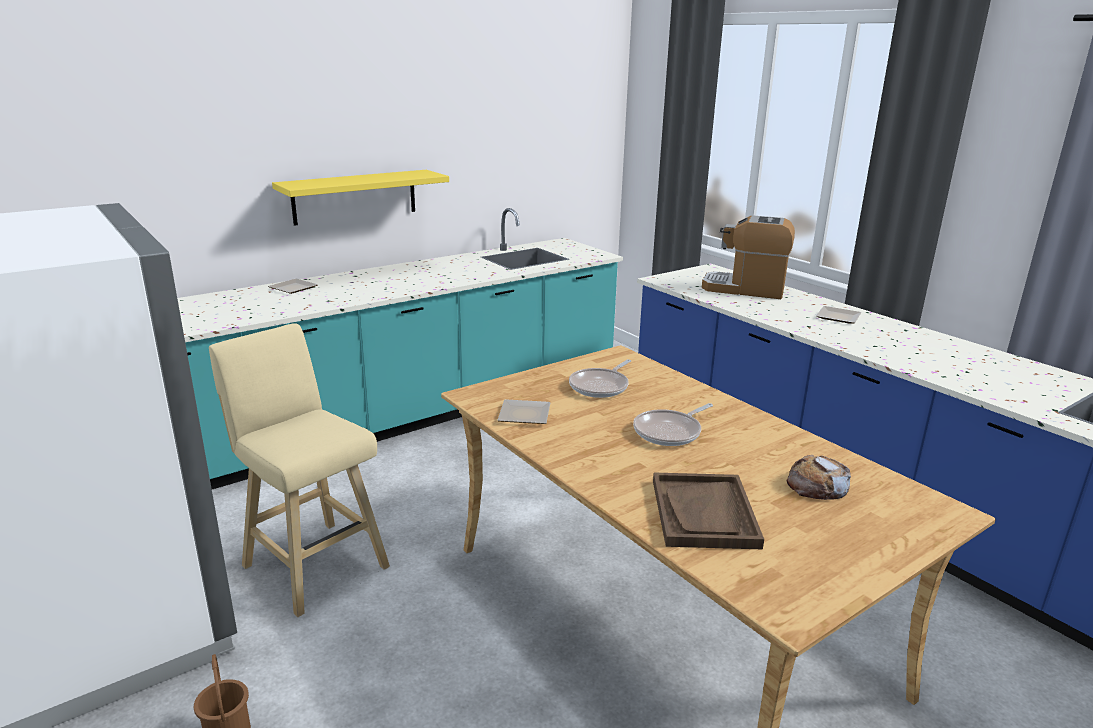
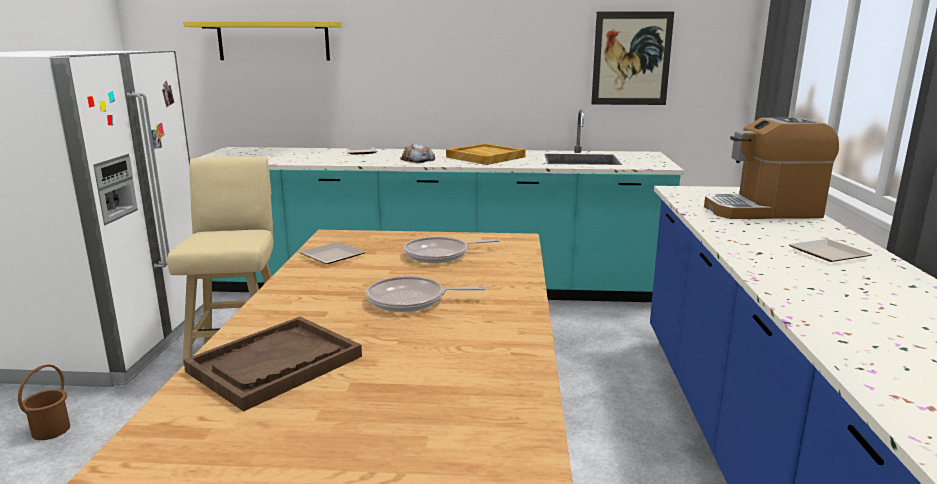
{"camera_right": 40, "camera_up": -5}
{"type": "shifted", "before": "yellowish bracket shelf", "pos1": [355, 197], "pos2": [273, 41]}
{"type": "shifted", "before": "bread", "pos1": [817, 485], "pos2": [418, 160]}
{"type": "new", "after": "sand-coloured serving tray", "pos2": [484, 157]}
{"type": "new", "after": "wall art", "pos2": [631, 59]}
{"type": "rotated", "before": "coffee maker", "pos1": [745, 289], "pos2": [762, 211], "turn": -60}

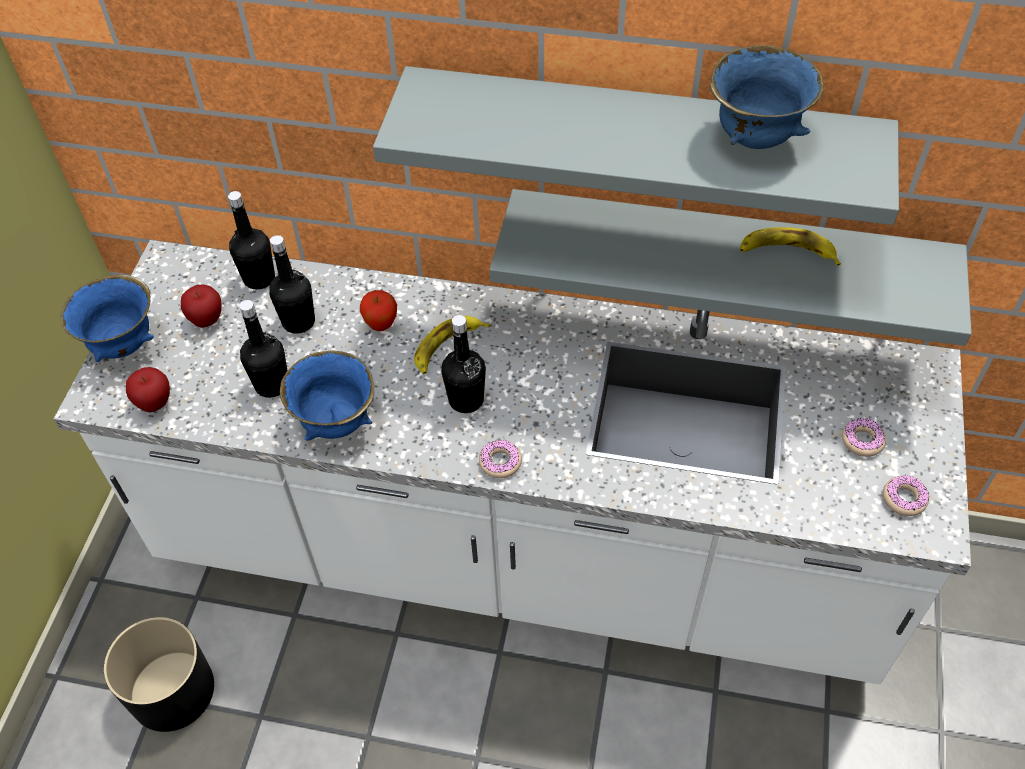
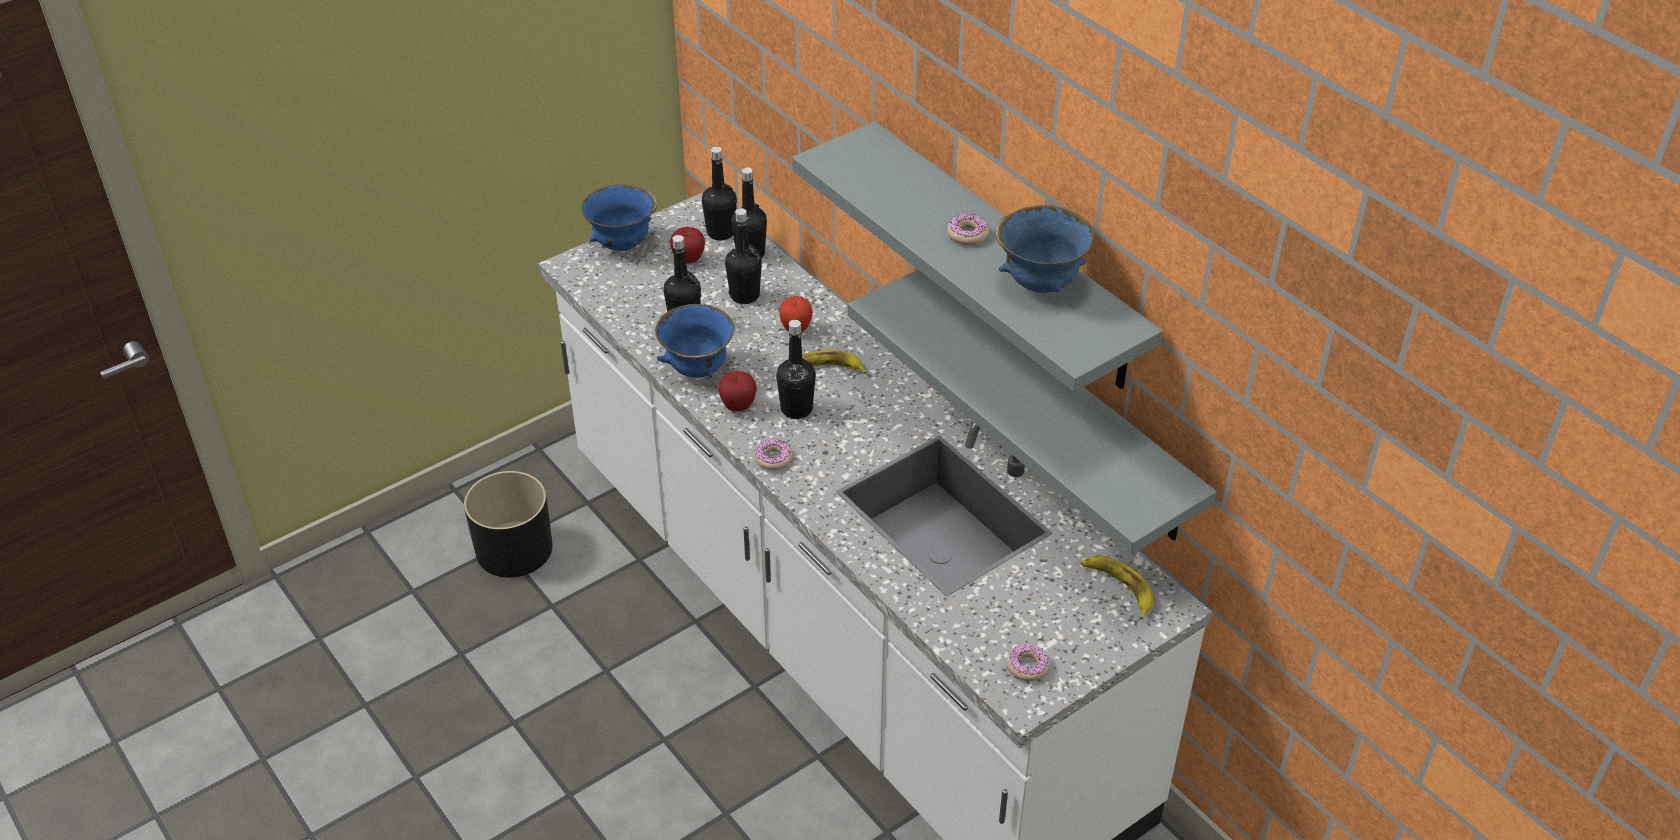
{"camera_right": 40, "camera_up": -10}
{"type": "new", "after": "black-coloured drink bottle", "pos2": [721, 232]}
{"type": "shifted", "before": "whole apple", "pos1": [155, 403], "pos2": [738, 406]}
{"type": "shifted", "before": "donut", "pos1": [862, 441], "pos2": [967, 234]}
{"type": "shifted", "before": "banana fruit", "pos1": [787, 251], "pos2": [1118, 587]}

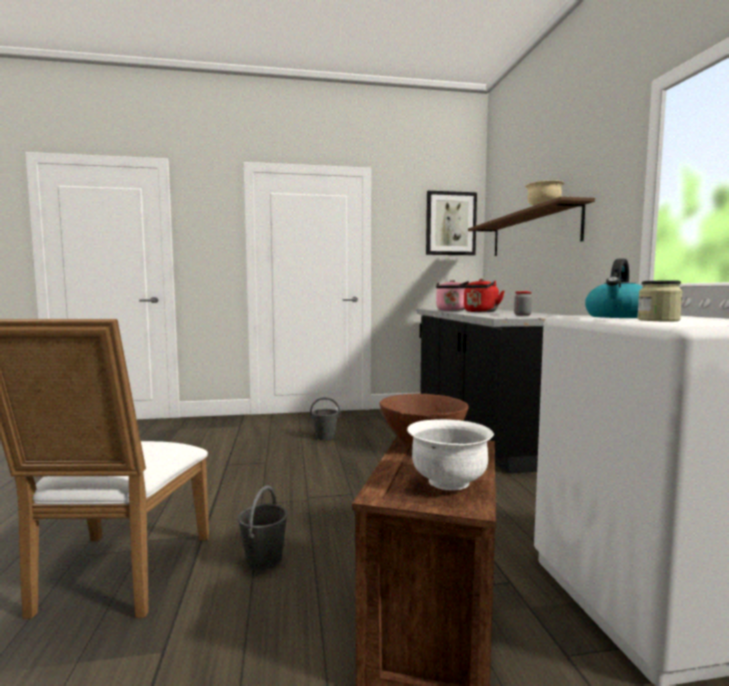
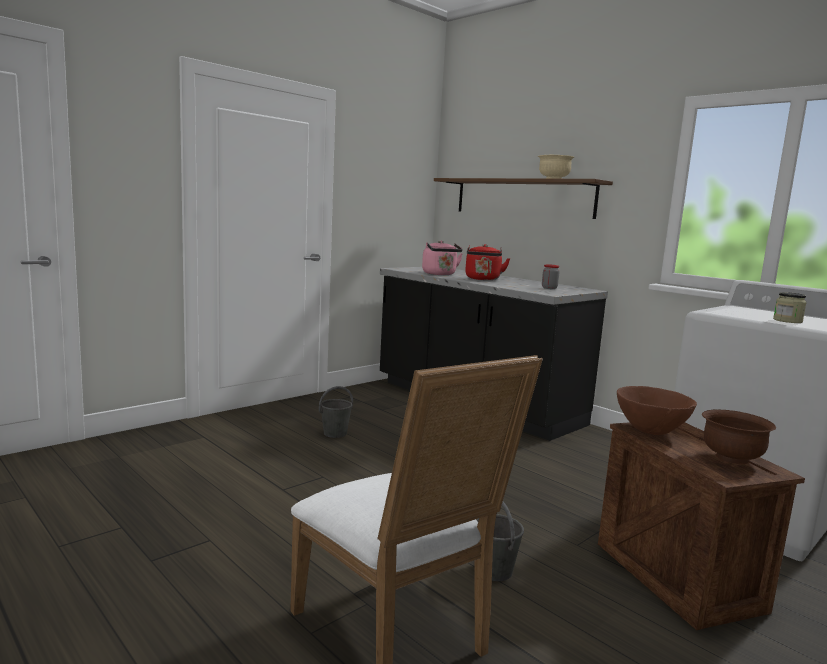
{"camera_right": -35, "camera_up": 5}
{"type": "repainted", "before": "whitish serving bowl", "after": "brownish serving bowl", "pos1": [449, 482], "pos2": [731, 458]}
{"type": "gone", "before": "wall art", "pos1": [450, 223]}
{"type": "gone", "before": "tea kettle", "pos1": [617, 317]}

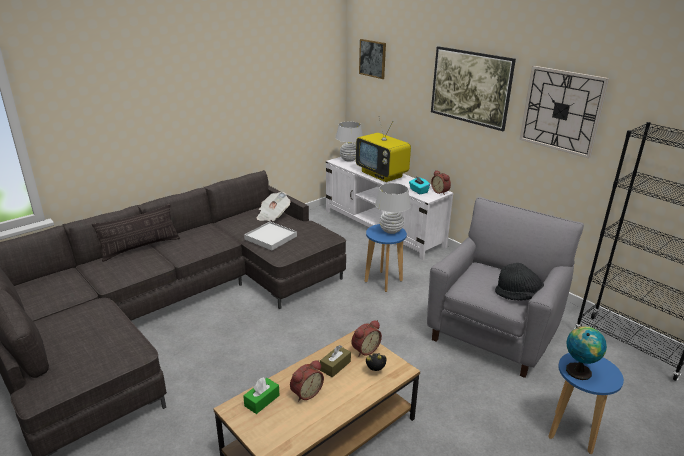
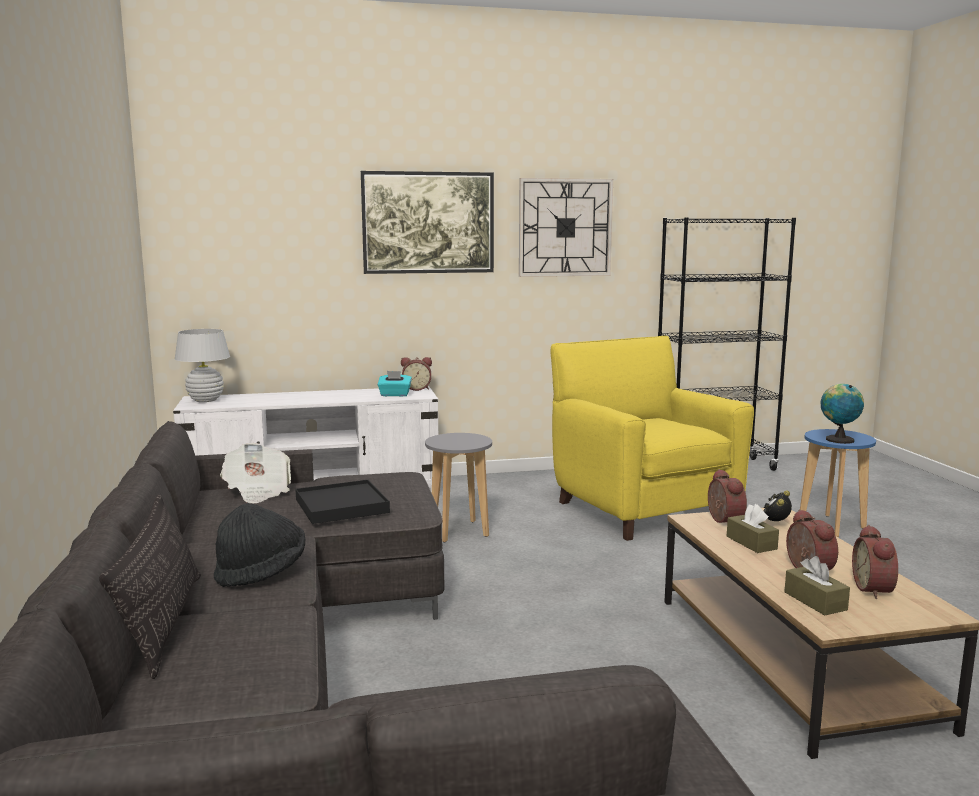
{"camera_right": -60, "camera_up": -15}
{"type": "shifted", "before": "black-coloured clothing hat", "pos1": [518, 295], "pos2": [261, 572]}
{"type": "repainted", "before": "whitish serving tray", "after": "black-coloured serving tray", "pos1": [270, 238], "pos2": [342, 506]}
{"type": "repainted", "before": "blue stool", "after": "greyish stool", "pos1": [383, 281], "pos2": [459, 531]}
{"type": "repainted", "before": "greyish armchair", "after": "yellowish armchair", "pos1": [494, 333], "pos2": [642, 509]}
{"type": "repainted", "before": "green-coloured box of tissues", "after": "brownish box of tissues", "pos1": [262, 400], "pos2": [815, 601]}
{"type": "new", "after": "bedside clock", "pos2": [875, 589]}
{"type": "gone", "before": "TV set", "pos1": [382, 174]}
{"type": "gone", "before": "wall art", "pos1": [372, 58]}
{"type": "gone", "before": "whitish tabletop lamp", "pos1": [391, 231]}

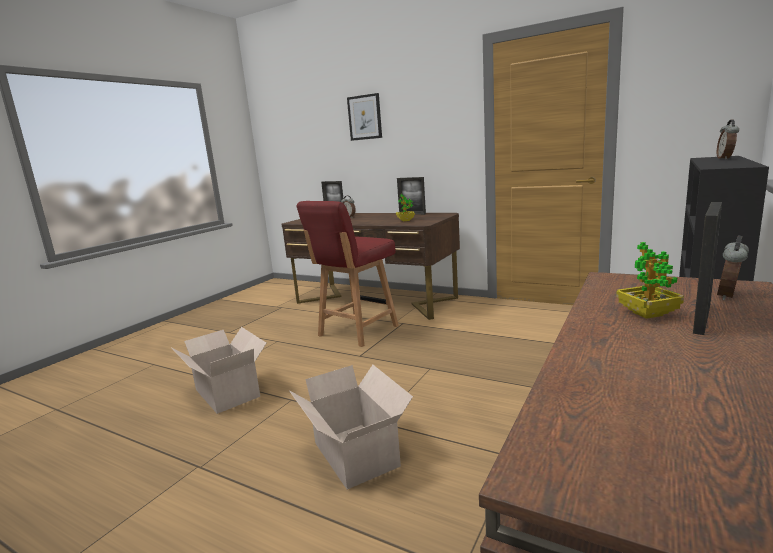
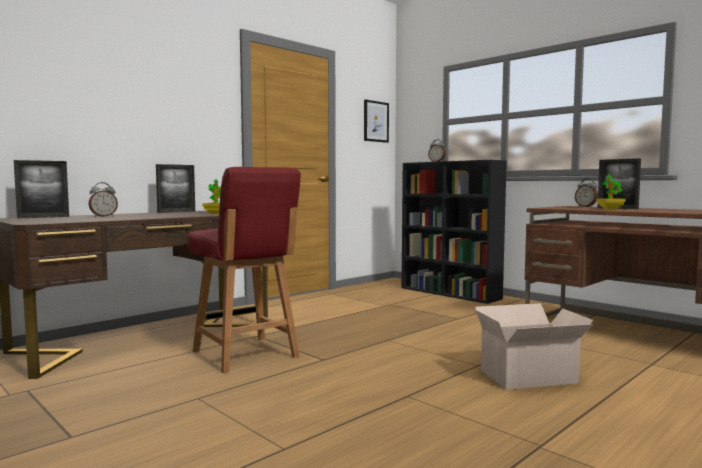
{"camera_right": -75, "camera_up": -10}
{"type": "shifted", "before": "wall art", "pos1": [365, 117], "pos2": [375, 121]}
{"type": "gone", "before": "carton", "pos1": [227, 392]}

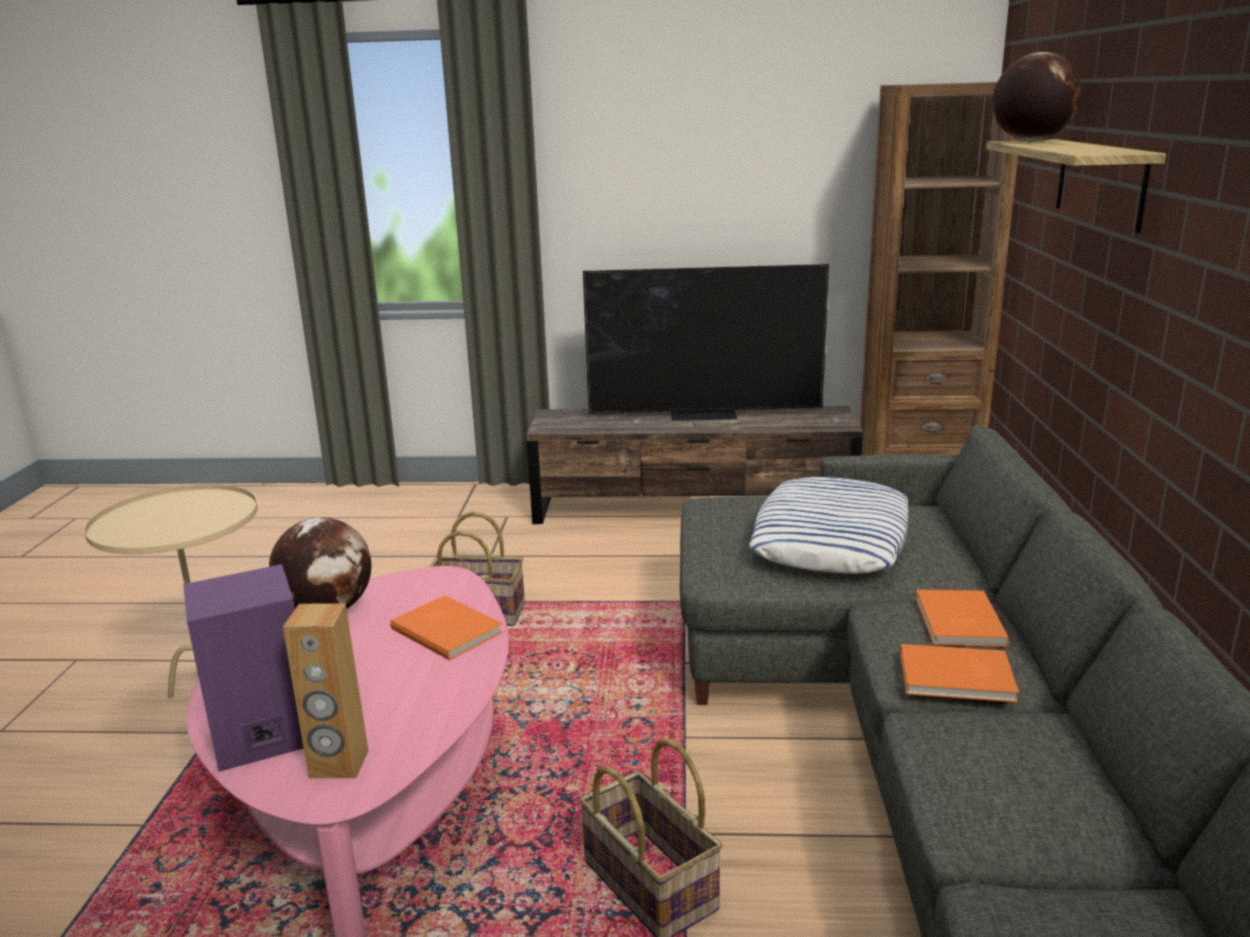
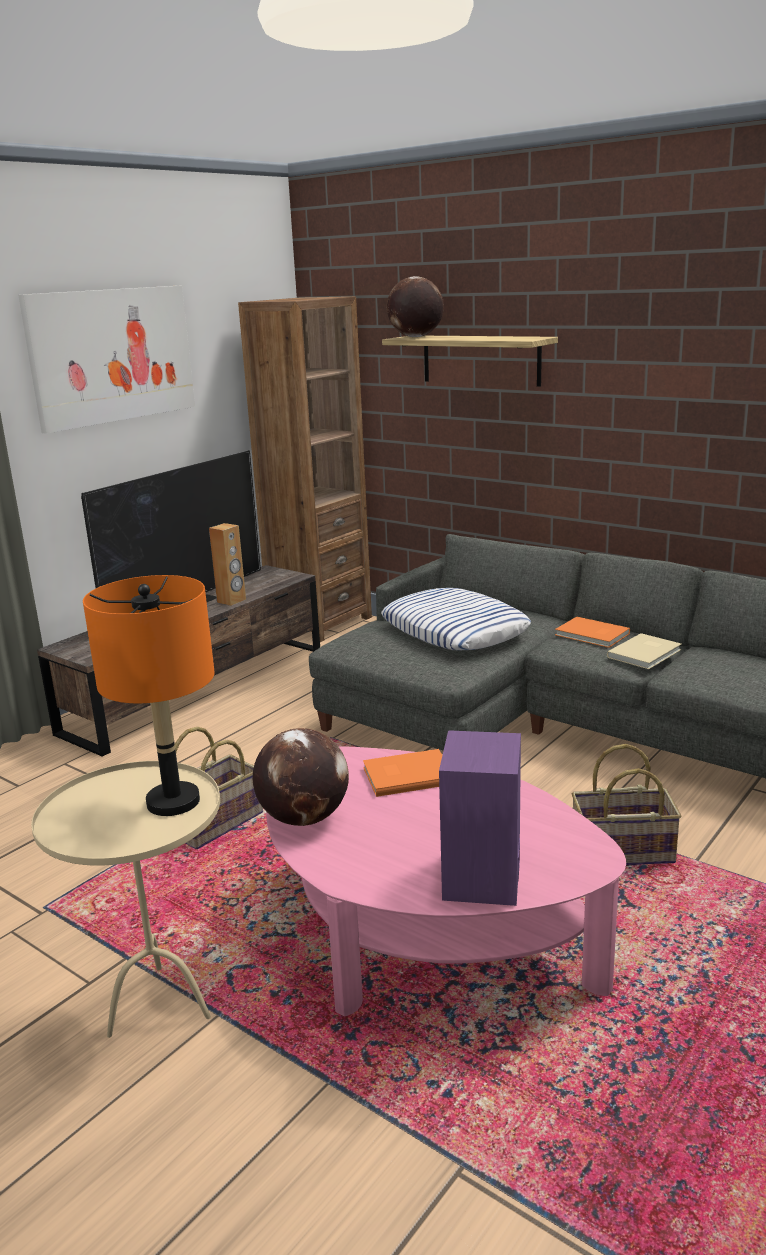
{"camera_right": -55, "camera_up": 0}
{"type": "new", "after": "wall art", "pos2": [112, 355]}
{"type": "new", "after": "orangey tabletop lamp", "pos2": [172, 802]}
{"type": "shifted", "before": "brownish speaker", "pos1": [338, 764], "pos2": [231, 601]}
{"type": "repainted", "before": "orangey volume", "after": "sand-coloured volume", "pos1": [958, 678], "pos2": [646, 653]}

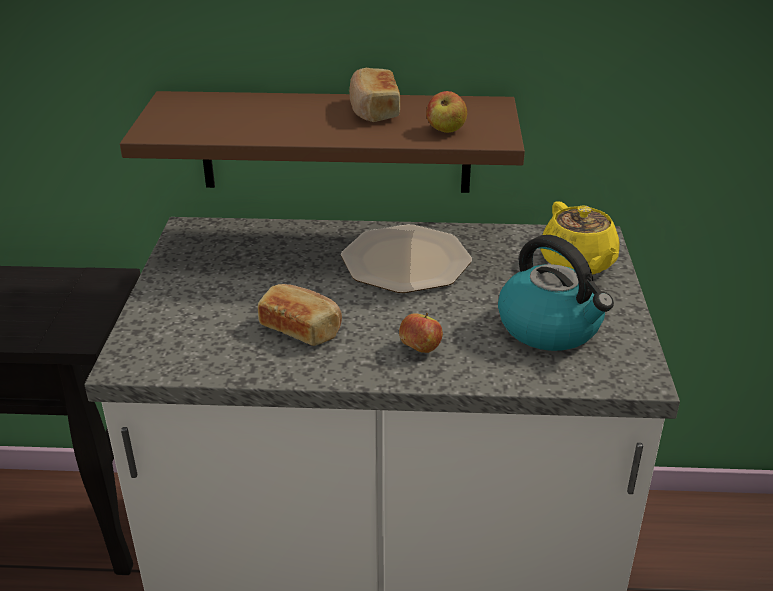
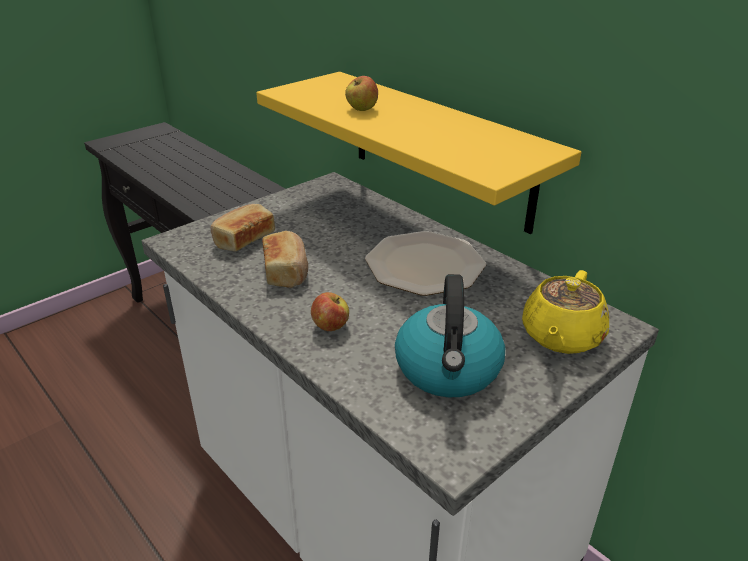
{"camera_right": 45, "camera_up": 0}
{"type": "shifted", "before": "bread", "pos1": [373, 110], "pos2": [243, 239]}
{"type": "repainted", "before": "brownish bracket shelf", "after": "yellowish bracket shelf", "pos1": [335, 142], "pos2": [439, 149]}
{"type": "shifted", "before": "whole apple", "pos1": [446, 130], "pos2": [362, 109]}

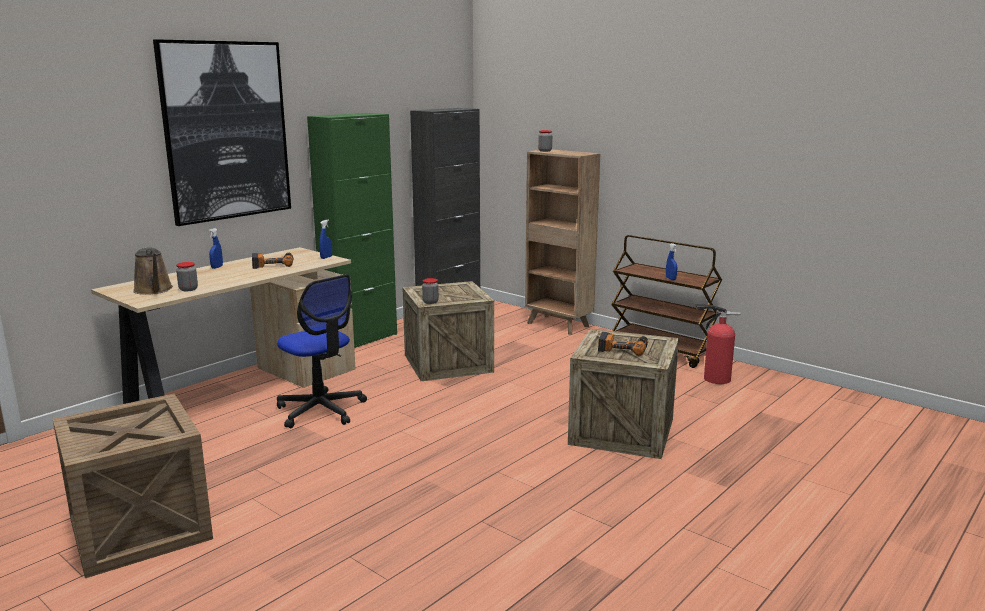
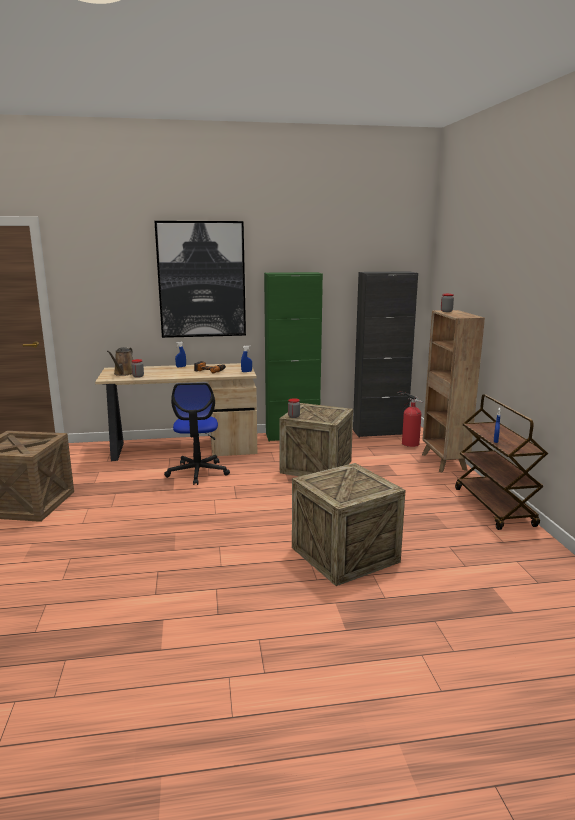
{"camera_right": 40, "camera_up": 0}
{"type": "shifted", "before": "extinguisher", "pos1": [714, 379], "pos2": [408, 443]}
{"type": "gone", "before": "electric drill", "pos1": [623, 348]}

